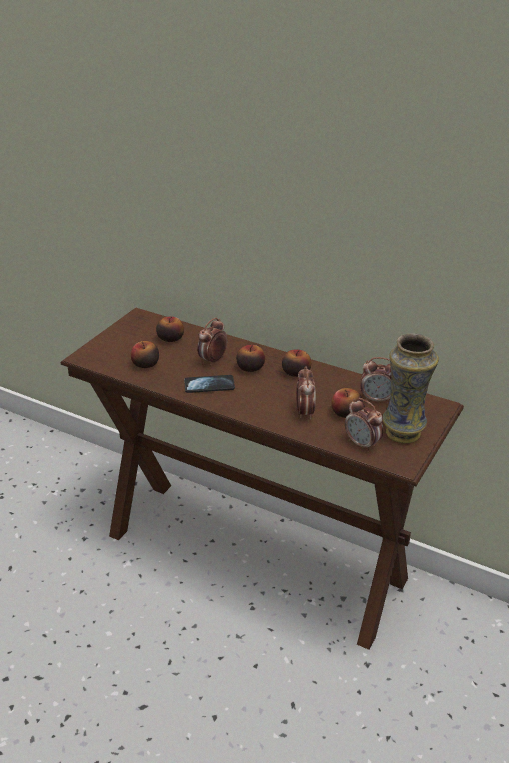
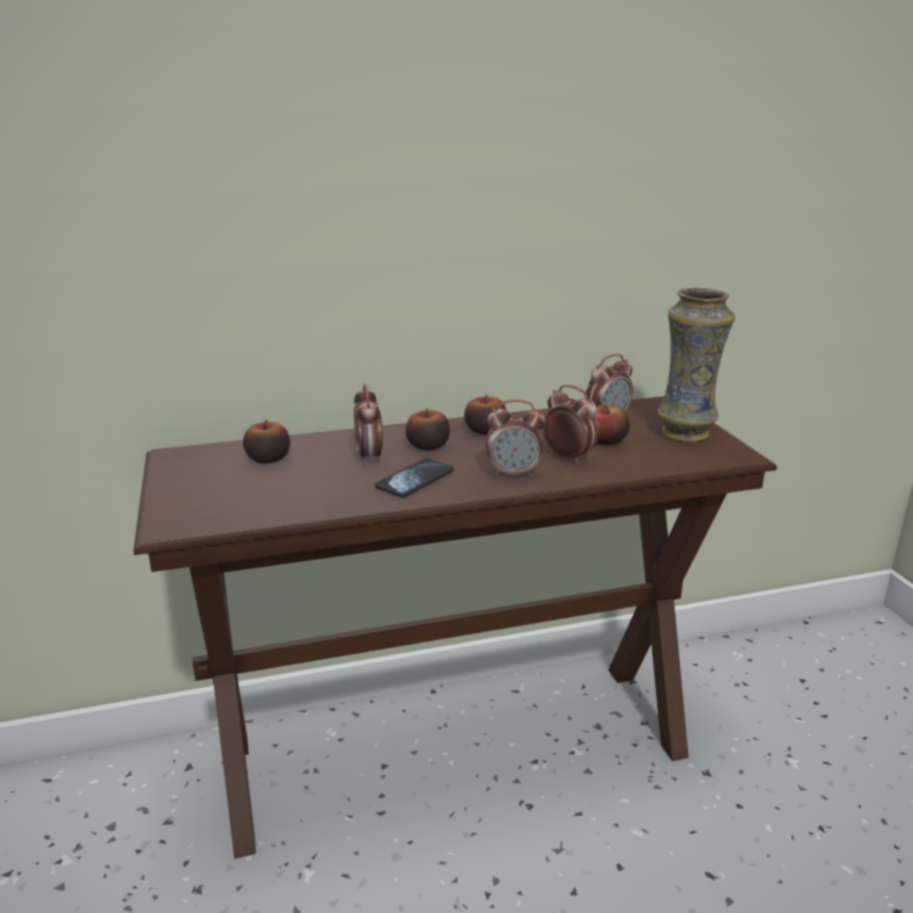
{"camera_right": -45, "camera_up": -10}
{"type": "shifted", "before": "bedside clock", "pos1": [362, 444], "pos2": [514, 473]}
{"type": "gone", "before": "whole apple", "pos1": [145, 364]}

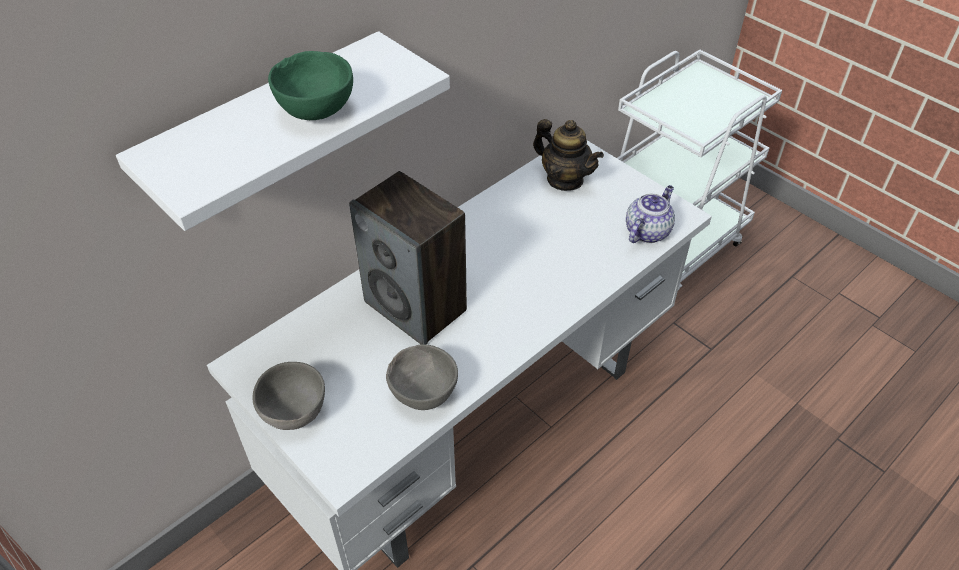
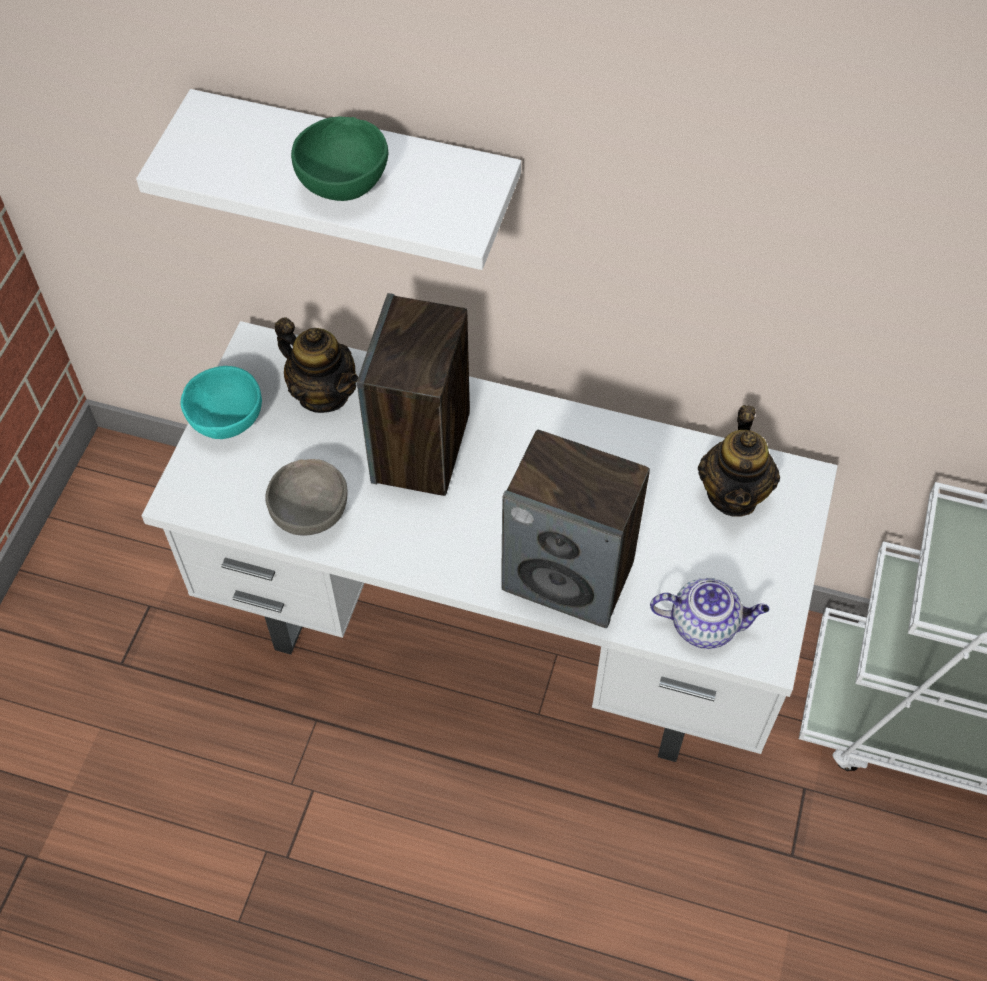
{"camera_right": 60, "camera_up": 10}
{"type": "repainted", "before": "greyish serving bowl", "after": "turquoise serving bowl", "pos1": [293, 412], "pos2": [225, 420]}
{"type": "new", "after": "teapot", "pos2": [323, 393]}
{"type": "new", "after": "speaker", "pos2": [569, 576]}

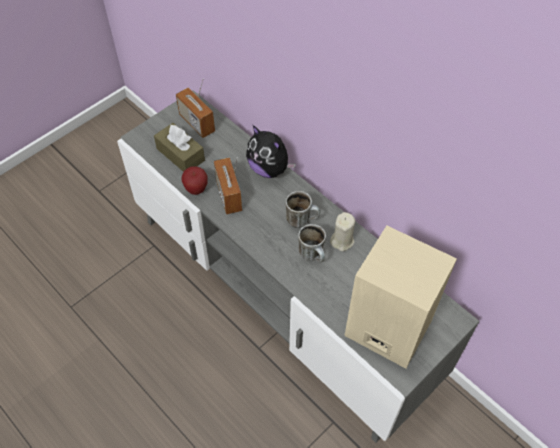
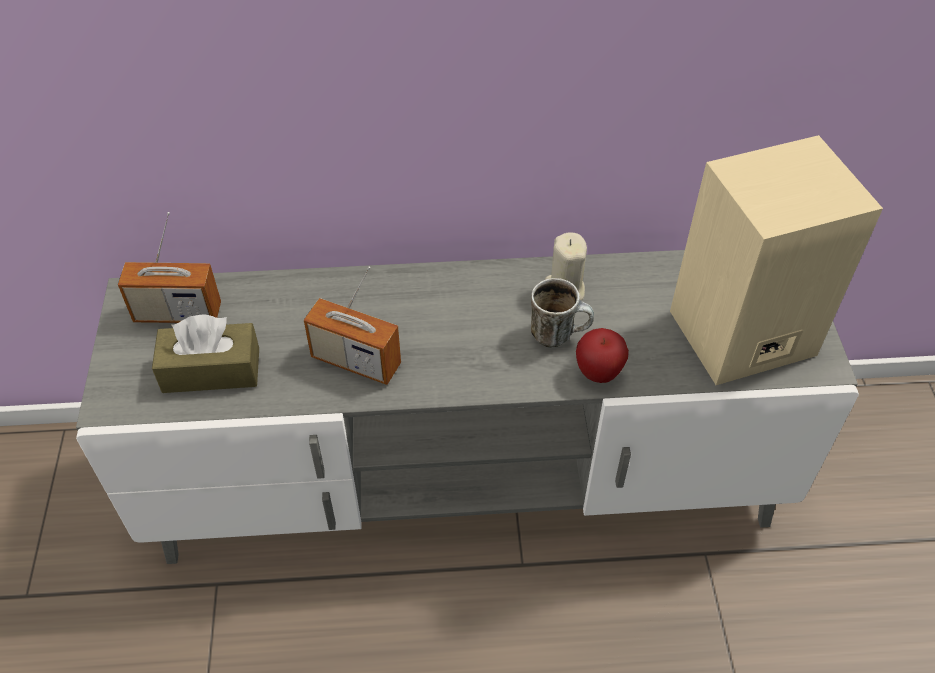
{"camera_right": -50, "camera_up": -5}
{"type": "shifted", "before": "whole apple", "pos1": [196, 189], "pos2": [598, 373]}
{"type": "gone", "before": "plush toy", "pos1": [269, 169]}
{"type": "gone", "before": "mug", "pos1": [302, 220]}

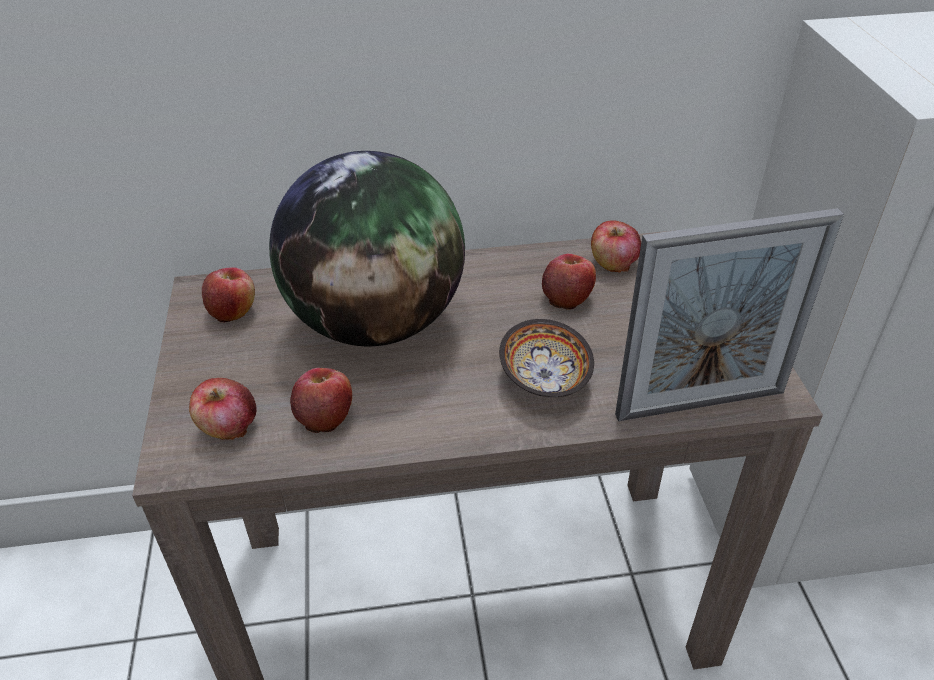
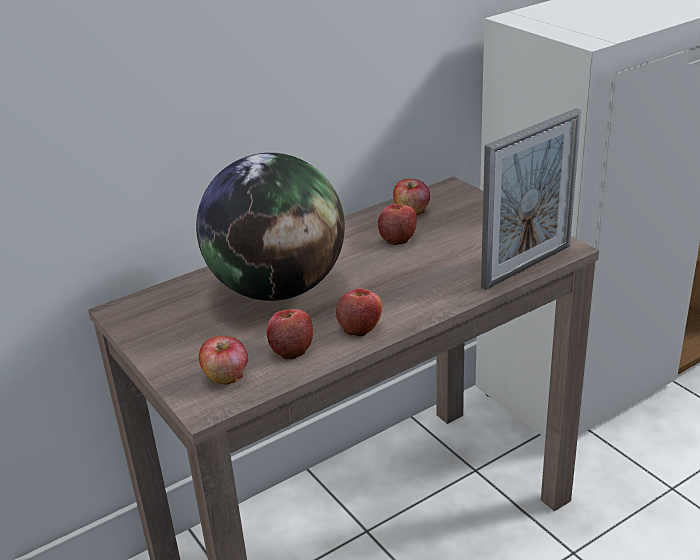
{"camera_right": -25, "camera_up": -10}
{"type": "shifted", "before": "whole apple", "pos1": [233, 311], "pos2": [360, 327]}
{"type": "gone", "before": "serving bowl", "pos1": [543, 380]}

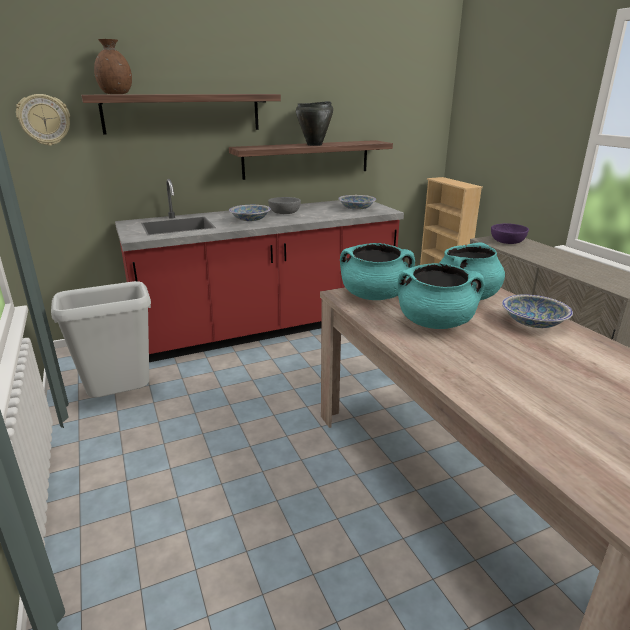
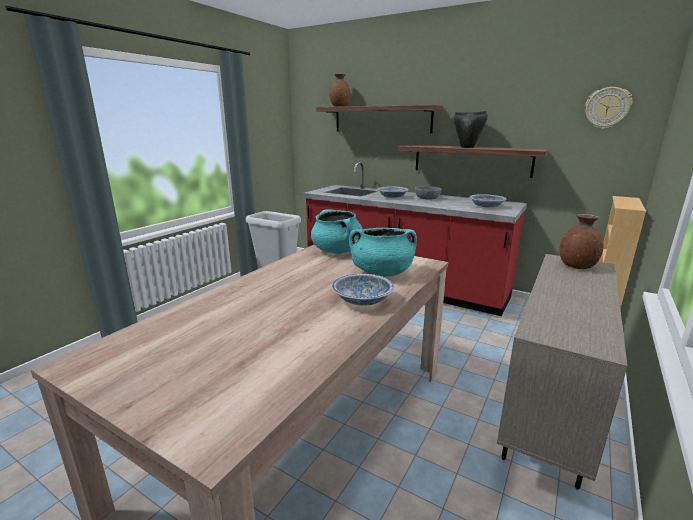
{"camera_right": 55, "camera_up": -5}
{"type": "swapped", "before": "purple-coloured serving bowl", "after": "brownish decorative vase", "pos1": [507, 241], "pos2": [577, 266]}
{"type": "shifted", "before": "hanging clock", "pos1": [44, 120], "pos2": [607, 108]}
{"type": "gone", "before": "turquoise cooking pot", "pos1": [435, 323]}

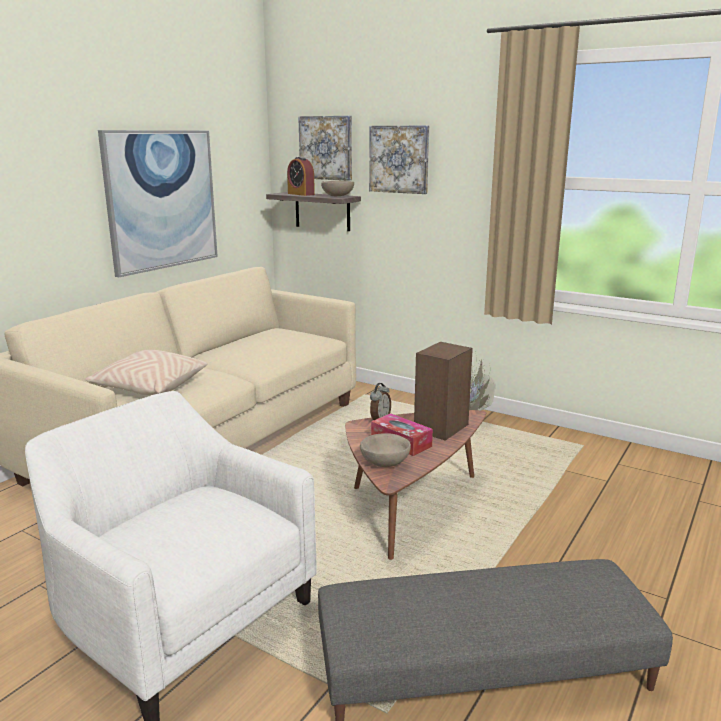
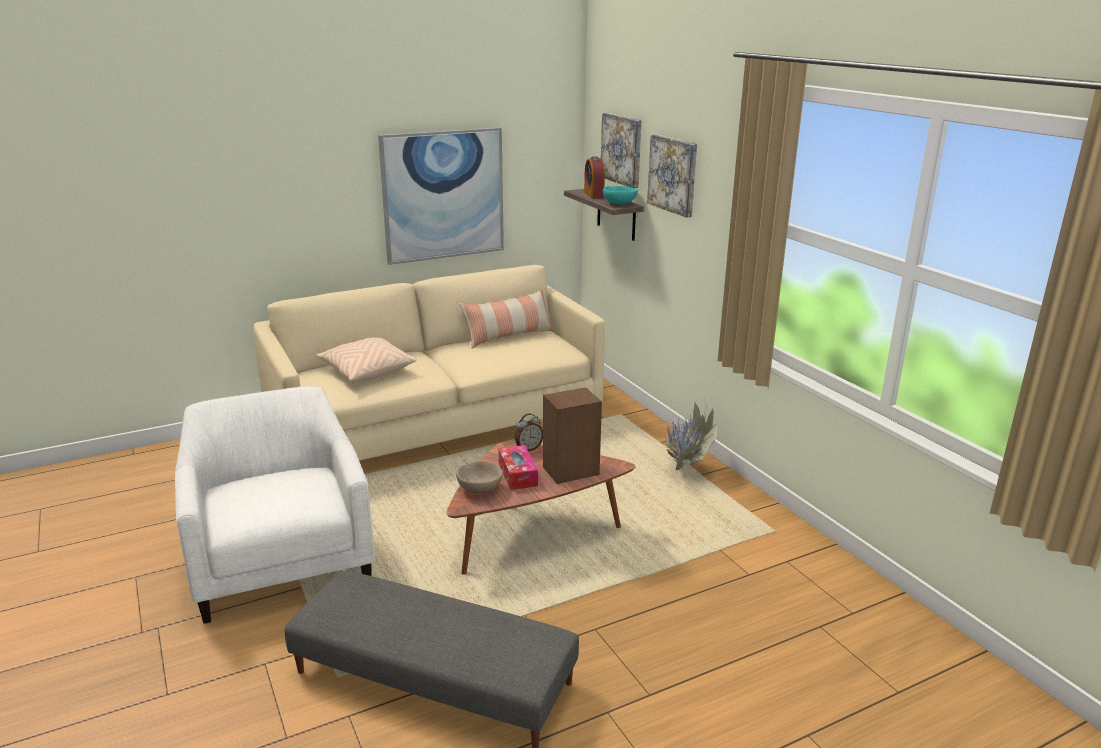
{"camera_right": 30, "camera_up": 5}
{"type": "new", "after": "cushion", "pos2": [508, 336]}
{"type": "repainted", "before": "sand-coloured serving bowl", "after": "turquoise serving bowl", "pos1": [338, 196], "pos2": [620, 204]}

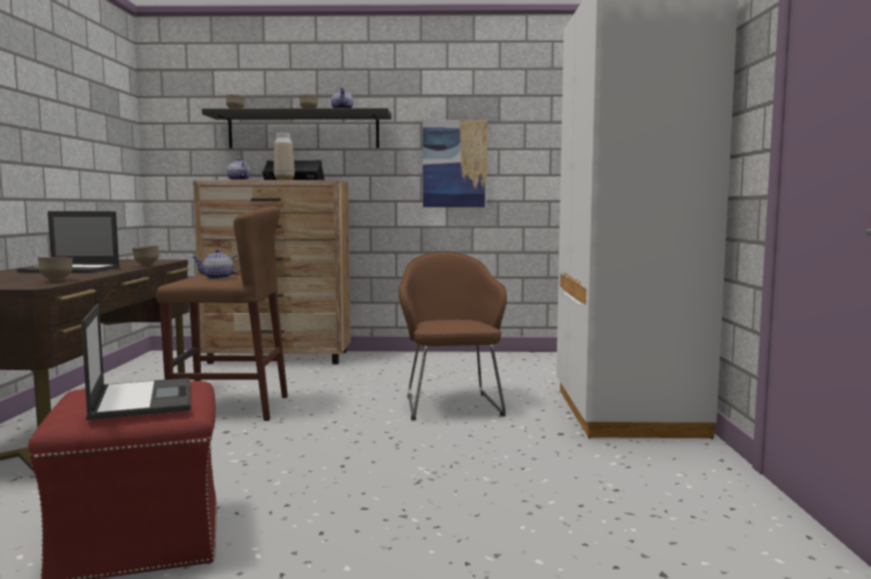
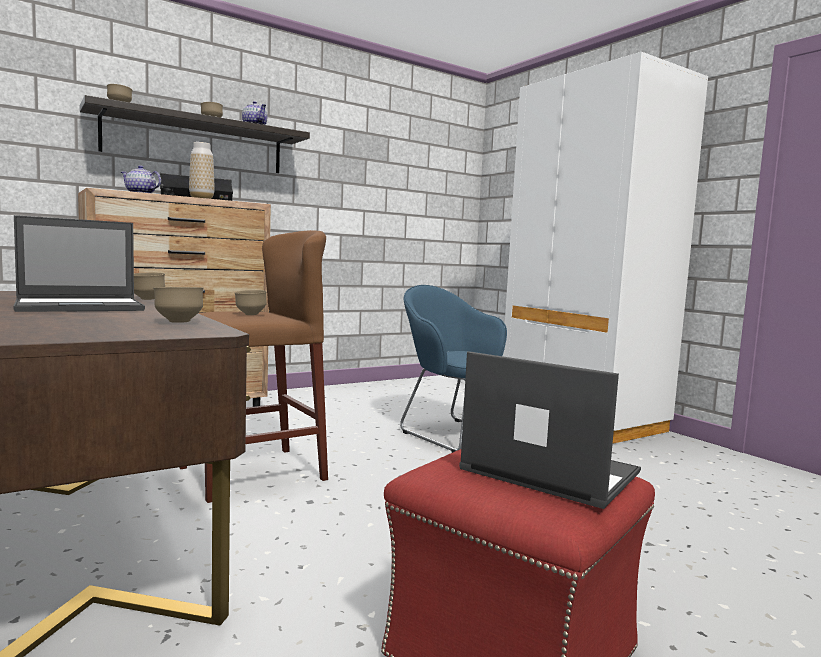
{"camera_right": -35, "camera_up": 0}
{"type": "swapped", "before": "teapot", "after": "brownish serving bowl", "pos1": [218, 278], "pos2": [250, 315]}
{"type": "repainted", "before": "brownish armchair", "after": "blue armchair", "pos1": [451, 404], "pos2": [453, 433]}
{"type": "gone", "before": "wall art", "pos1": [454, 164]}

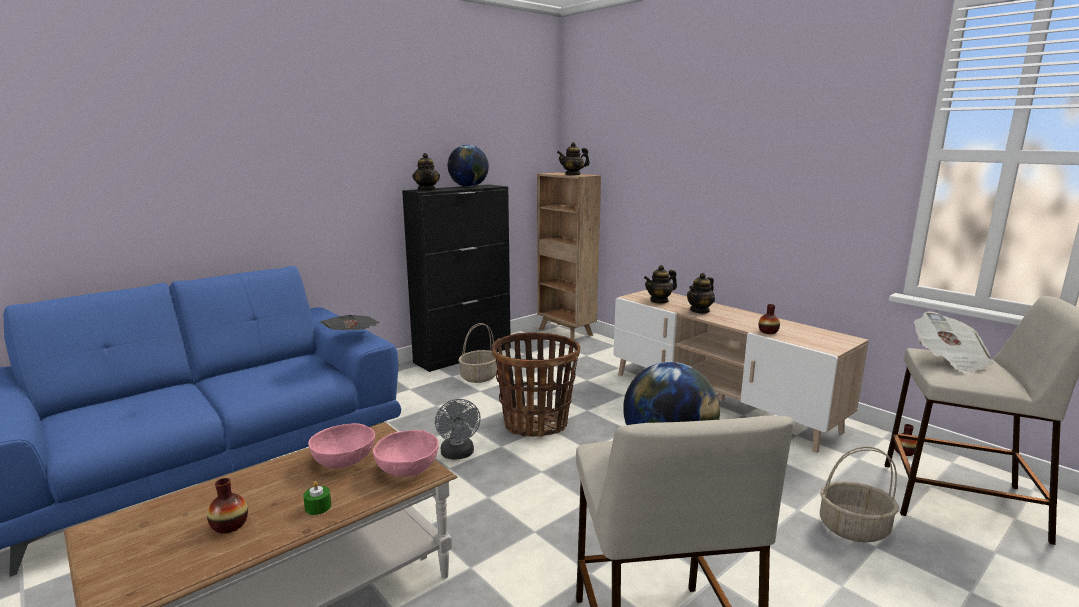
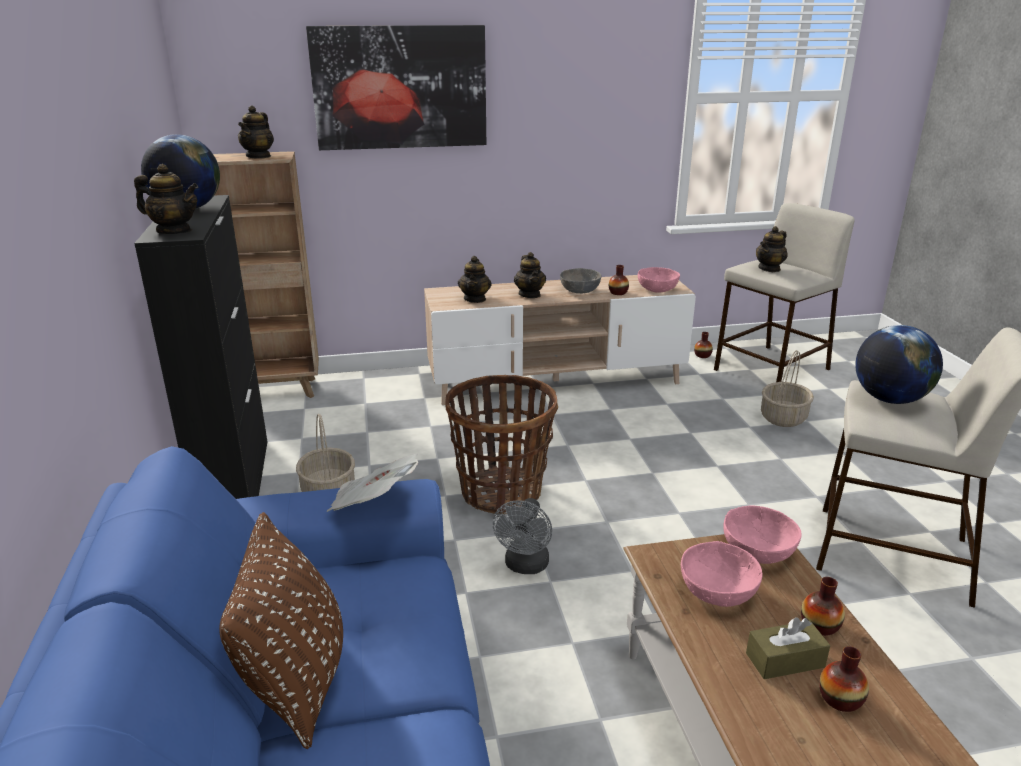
{"camera_right": -60, "camera_up": 10}
{"type": "new", "after": "brownish cushion", "pos2": [296, 681]}
{"type": "new", "after": "wall art", "pos2": [400, 88]}
{"type": "rotated", "before": "greyish fan", "pos1": [458, 455], "pos2": [525, 566], "turn": 90}
{"type": "new", "after": "greyish serving bowl", "pos2": [580, 290]}
{"type": "new", "after": "pink serving bowl", "pos2": [657, 289]}
{"type": "new", "after": "brownish box of tissues", "pos2": [785, 660]}
{"type": "swapped", "before": "printed paper", "after": "teapot", "pos1": [949, 360], "pos2": [769, 269]}
{"type": "swapped", "before": "green-coloured wax candle", "after": "decorative vase", "pos1": [318, 507], "pos2": [819, 625]}

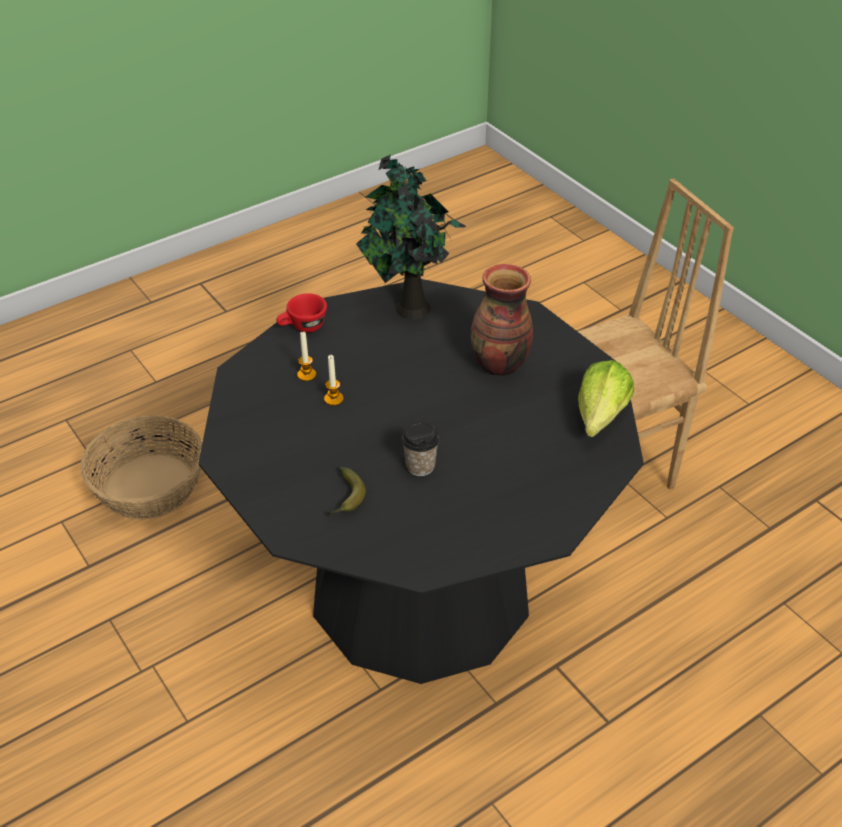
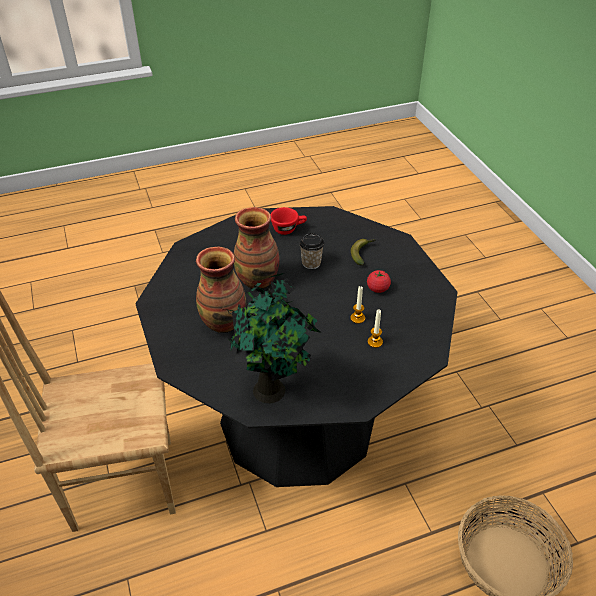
{"camera_right": -165, "camera_up": 0}
{"type": "new", "after": "decorative vase", "pos2": [258, 280]}
{"type": "shifted", "before": "reddish drinking cup", "pos1": [303, 327], "pos2": [288, 229]}
{"type": "new", "after": "tomato", "pos2": [378, 288]}
{"type": "gone", "before": "head of lettuce", "pos1": [596, 422]}

